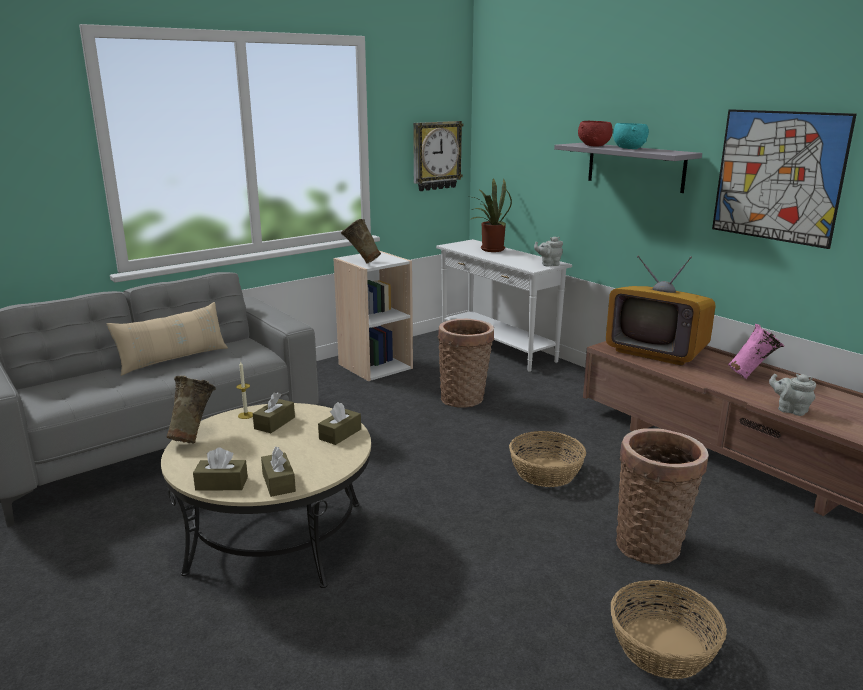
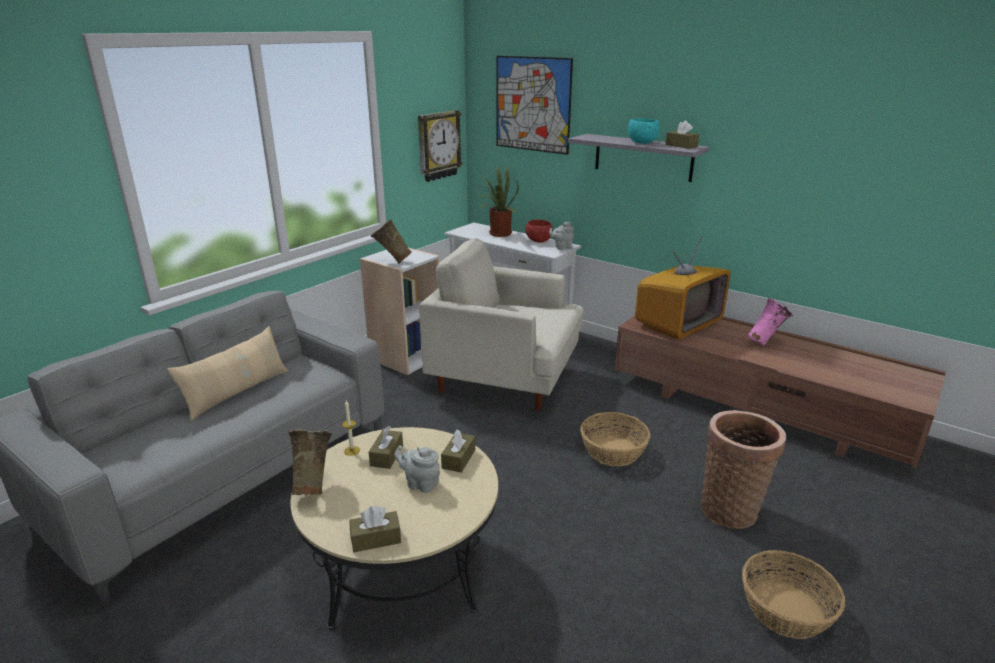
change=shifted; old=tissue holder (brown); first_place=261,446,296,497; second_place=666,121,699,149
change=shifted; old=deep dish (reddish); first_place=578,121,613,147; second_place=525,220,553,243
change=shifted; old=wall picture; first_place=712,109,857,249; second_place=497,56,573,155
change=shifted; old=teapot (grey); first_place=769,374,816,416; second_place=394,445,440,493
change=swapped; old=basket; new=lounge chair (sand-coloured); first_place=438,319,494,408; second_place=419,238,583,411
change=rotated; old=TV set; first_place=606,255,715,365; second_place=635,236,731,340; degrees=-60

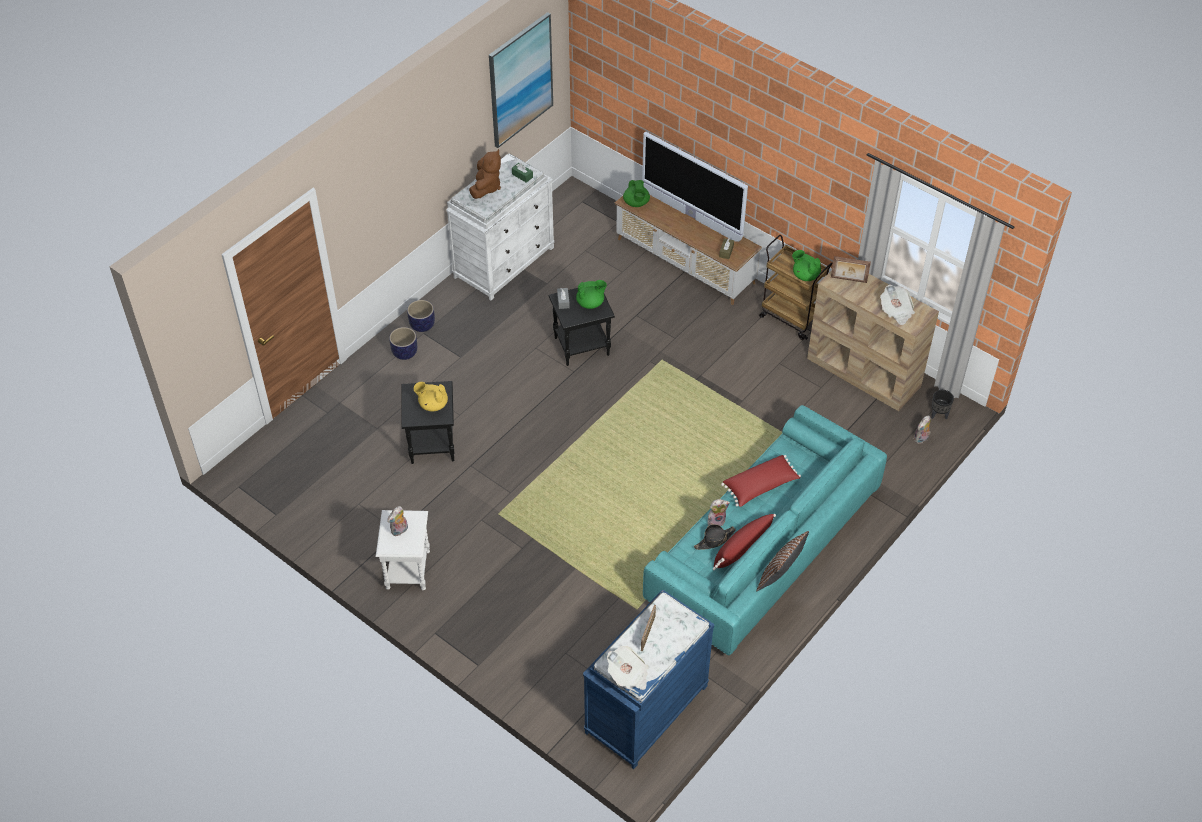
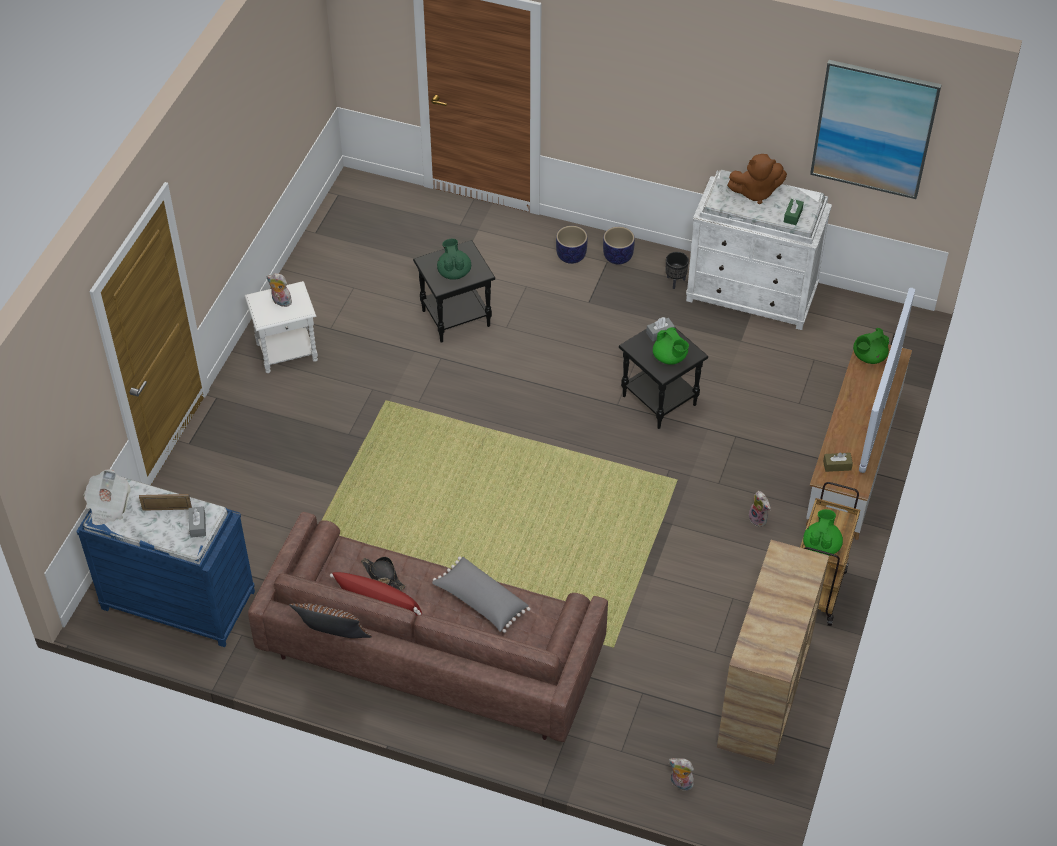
change=gone; old=photo frame; first_place=831,256,871,283
change=gone; old=newspaper; first_place=880,284,915,325
change=new; new=tissue holder (grey); second_place=189,506,206,538
change=shifted; old=plush toy; first_place=707,499,730,526; second_place=748,491,771,527
change=shifted; old=planter (black); first_place=931,390,954,419; second_place=666,252,689,289
change=repainted; old=teapot (yellowish); new=teapot (green-coloured); first_place=414,382,448,412; second_place=437,239,471,280
change=repainted; old=sofa (turquoise); new=sofa (brown); first_place=643,405,887,656; second_place=248,512,608,742
change=repainted; old=cushion (reddish); new=cushion (grey); first_place=721,455,801,507; second_place=432,557,531,633

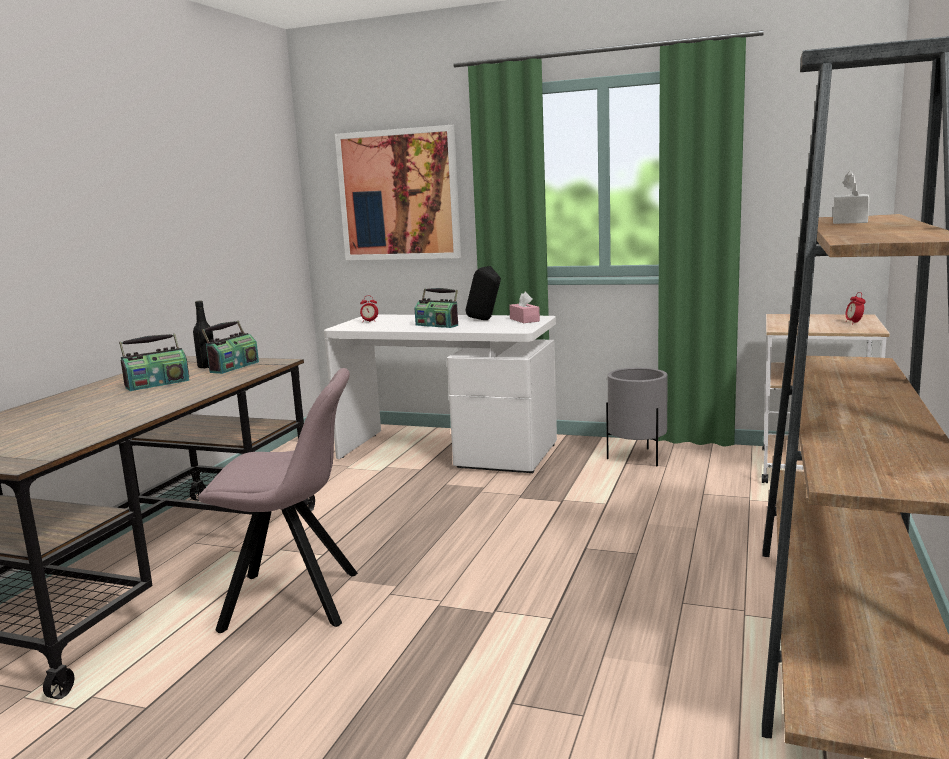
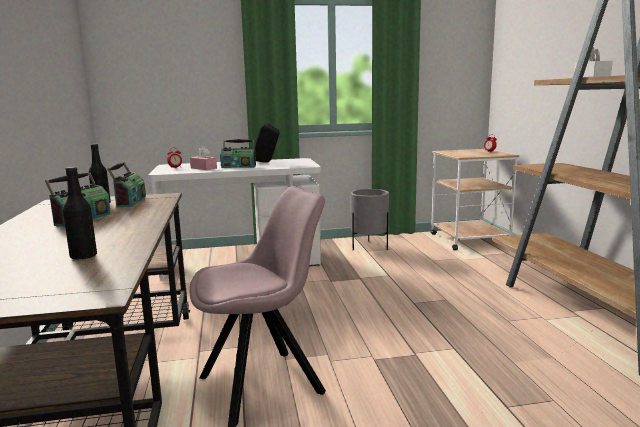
change=gone; old=wall picture; first_place=335,125,461,260
change=new; new=bottle (black); second_place=63,167,97,260
change=shifted; old=tissue holder (pink-coloured); first_place=509,292,540,323; second_place=190,147,217,170

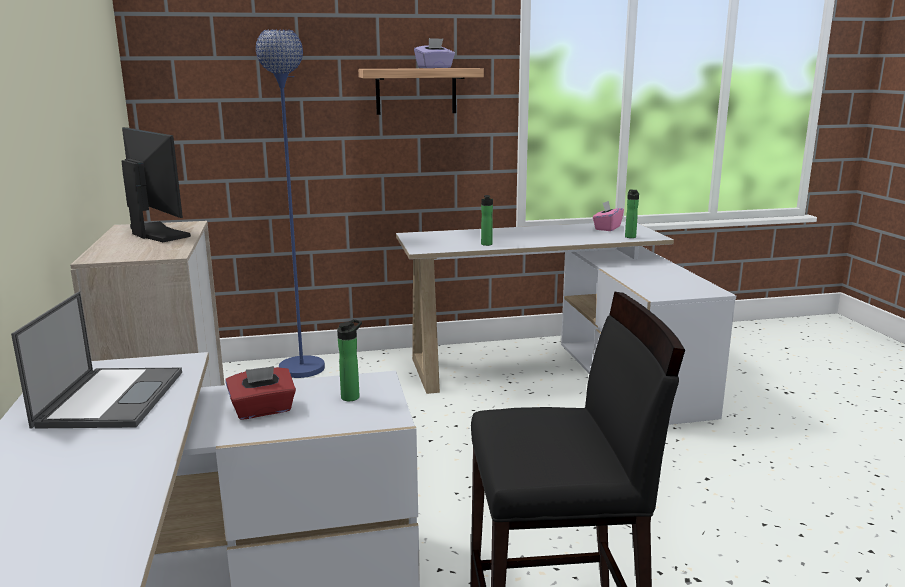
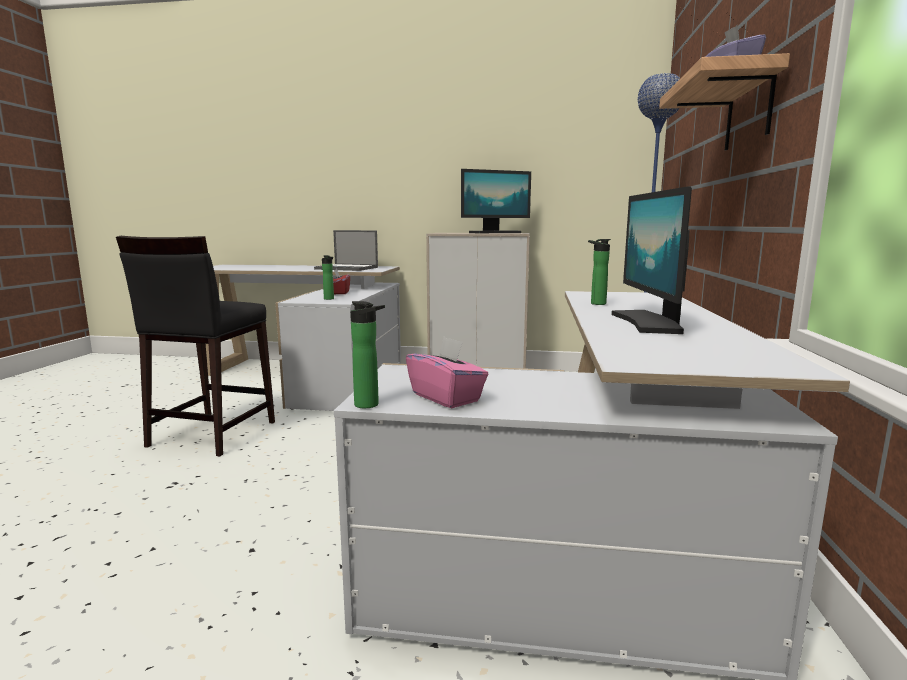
change=new; new=monitor; second_place=611,186,692,334
change=shifted; old=tissue holder (pink-coloured); first_place=593,200,624,231; second_place=406,337,488,408
change=shifted; old=bottle; first_place=625,190,639,238; second_place=350,301,385,408

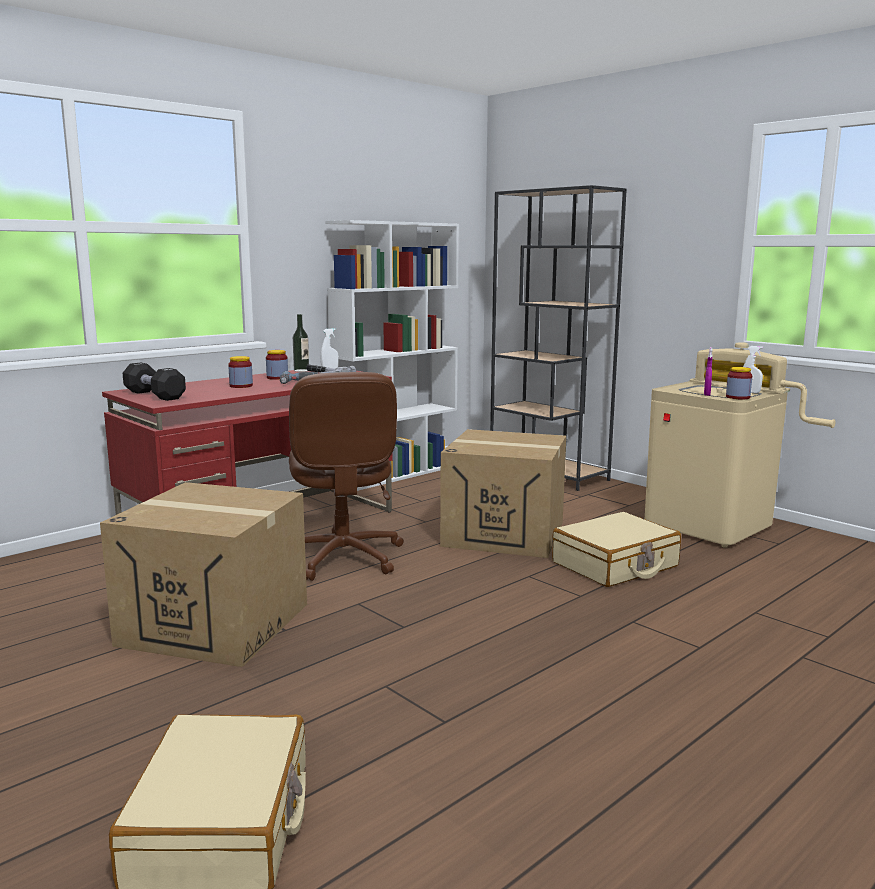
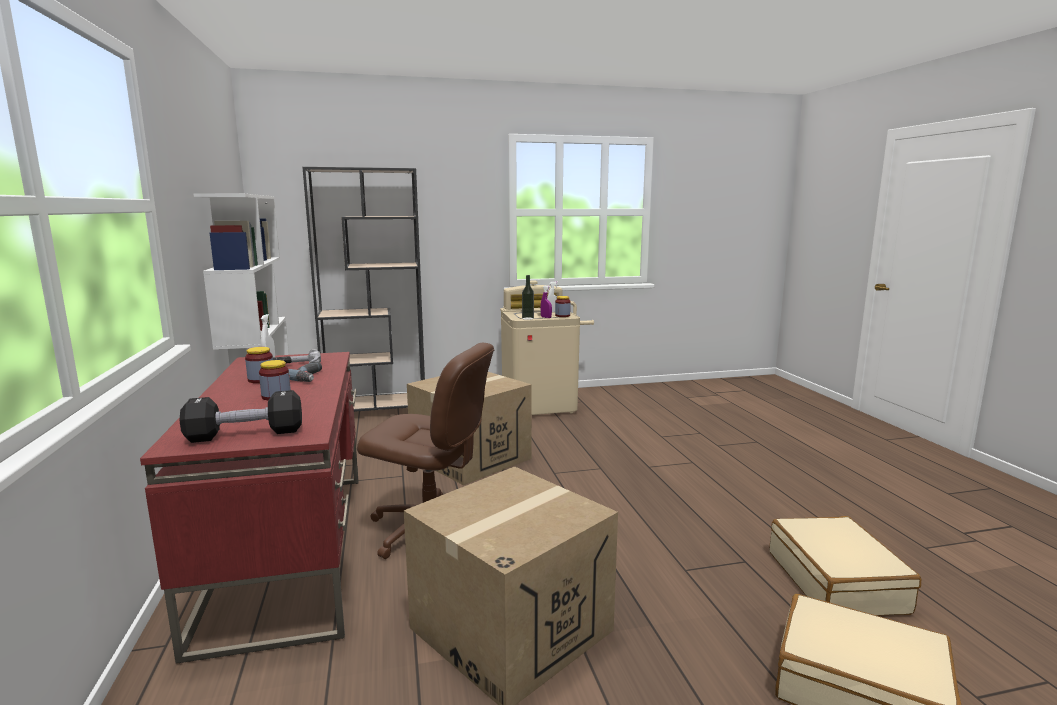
change=shifted; old=bottle; first_place=293,314,309,372; second_place=522,275,534,320
change=shifted; old=suitcase (sand-coloured); first_place=552,512,681,587; second_place=770,516,921,616

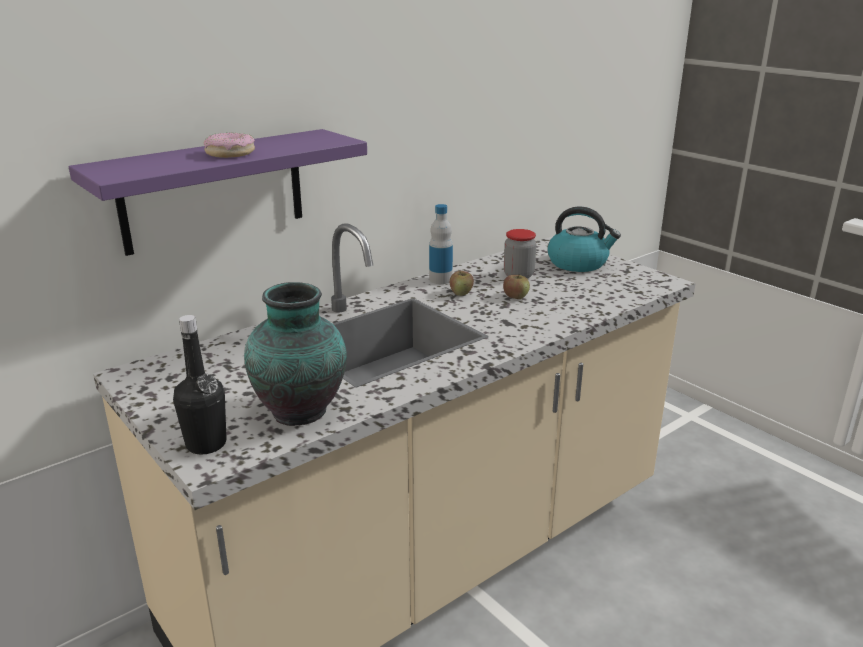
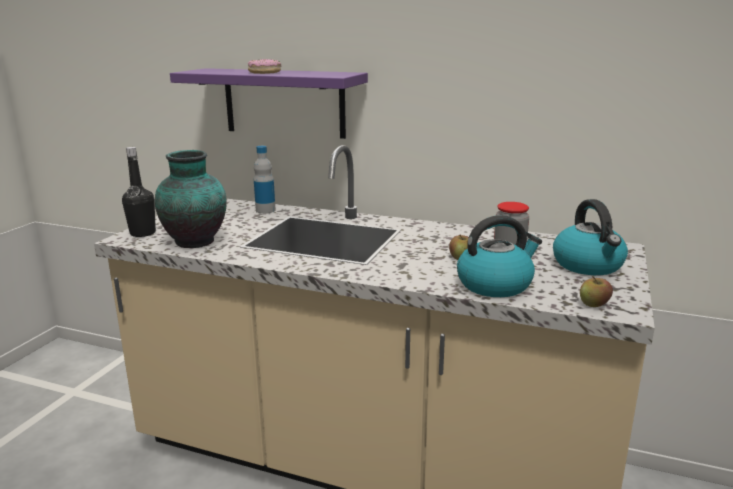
change=new; new=tea kettle; second_place=457,215,542,297
change=shifted; old=bottle; first_place=429,204,453,284; second_place=254,146,276,214
change=shifted; old=whole apple; first_place=450,271,474,296; second_place=580,276,613,307

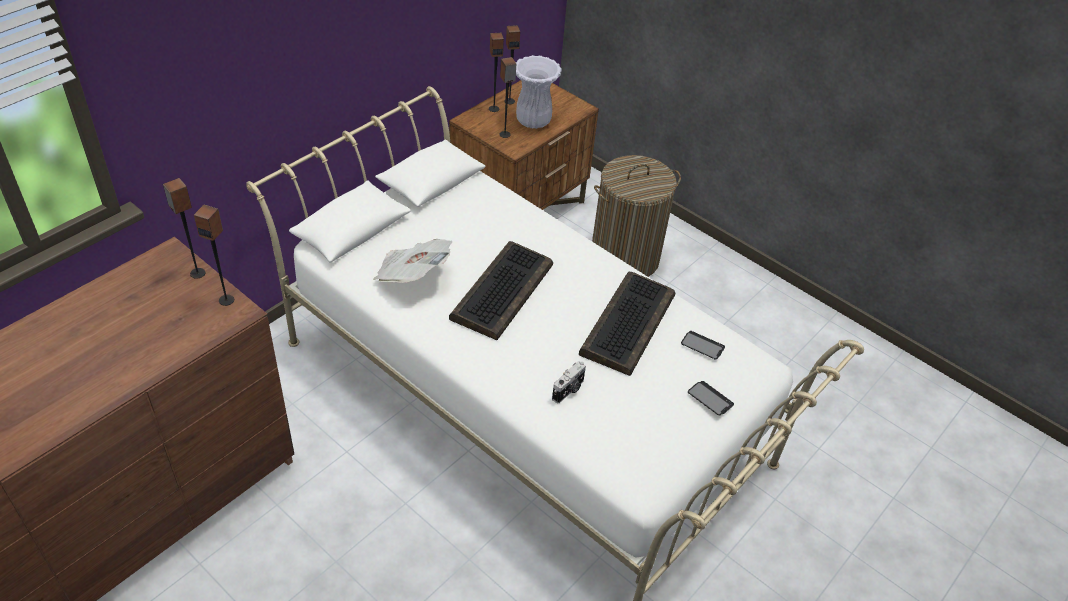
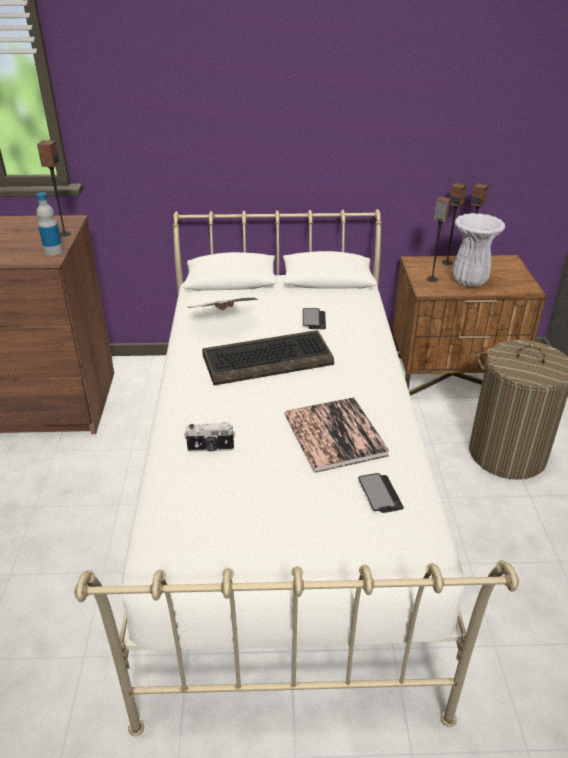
change=shifted; old=phone; first_place=688,381,734,416; second_place=303,308,326,329
change=swapped; old=loudspeaker; new=bottle; first_place=194,205,234,306; second_place=36,192,63,256
change=swapped; old=computer keyboard; new=volume; first_place=579,272,676,376; second_place=284,397,389,473

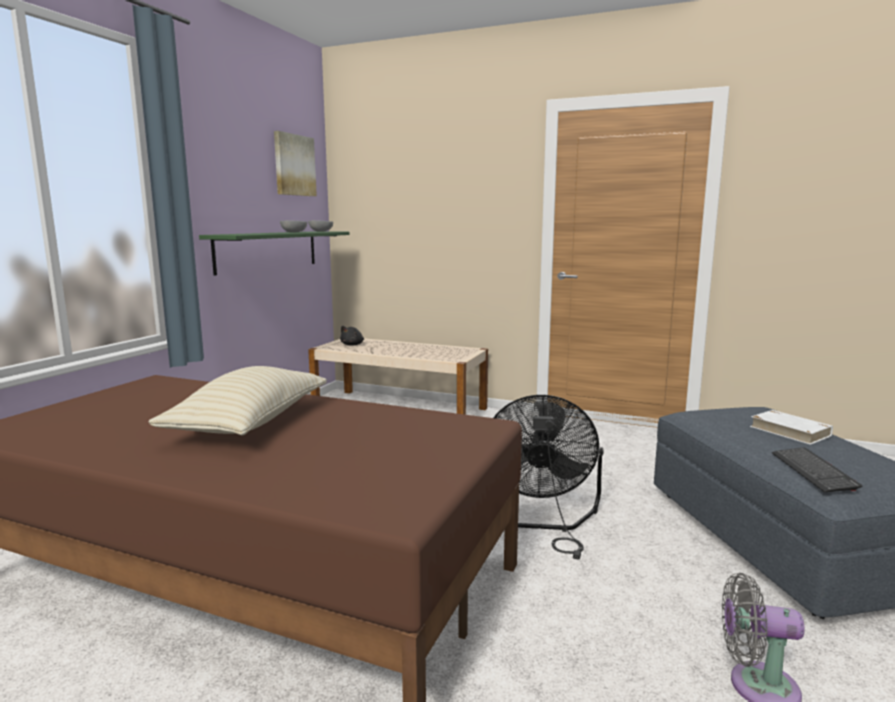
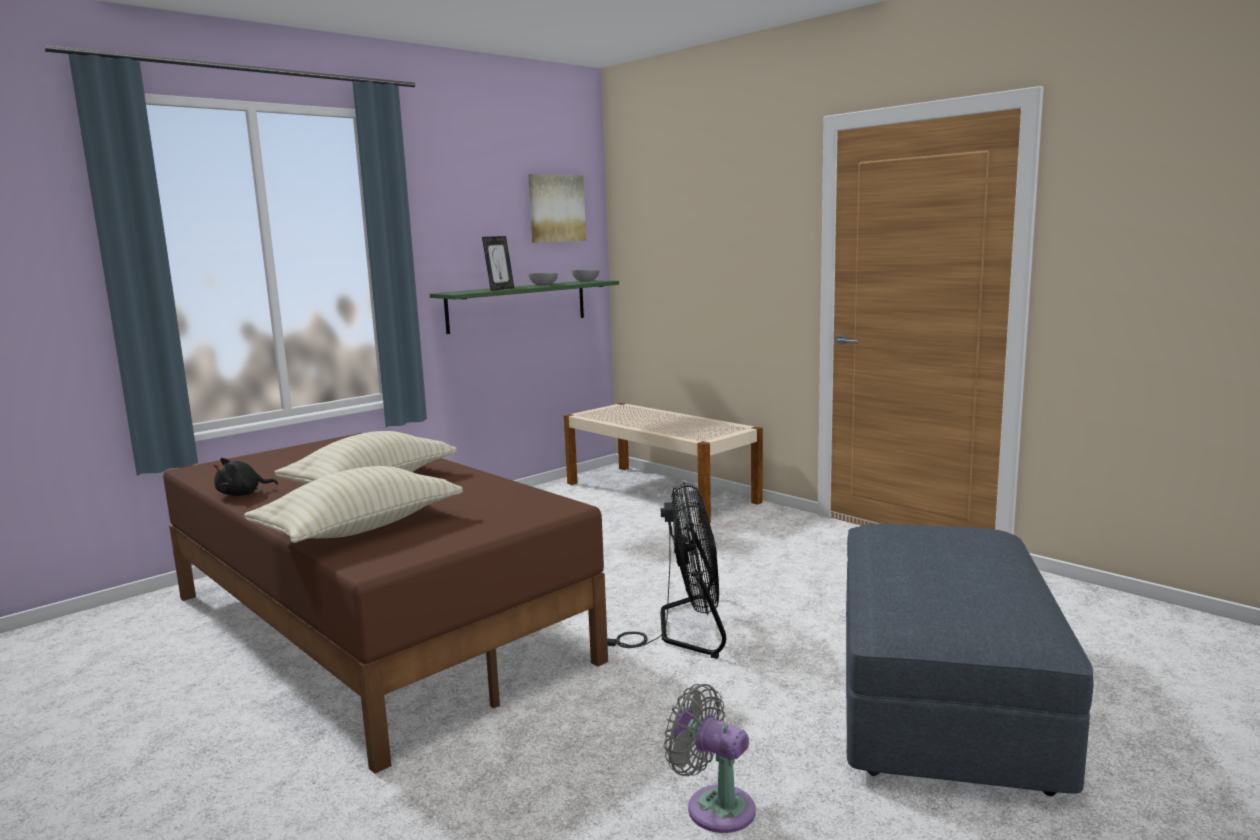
change=gone; old=volume (white); first_place=750,410,833,445
change=gone; old=computer keyboard; first_place=772,447,862,492
change=new; new=cushion (sand-coloured); second_place=244,466,463,543
change=new; new=photo frame; second_place=482,236,514,291
change=shifted; old=plush toy (black); first_place=340,326,364,346; second_place=214,458,278,496
change=rotated; old=cooling fan (black); first_place=493,395,604,560; second_place=607,482,726,659; degrees=60

